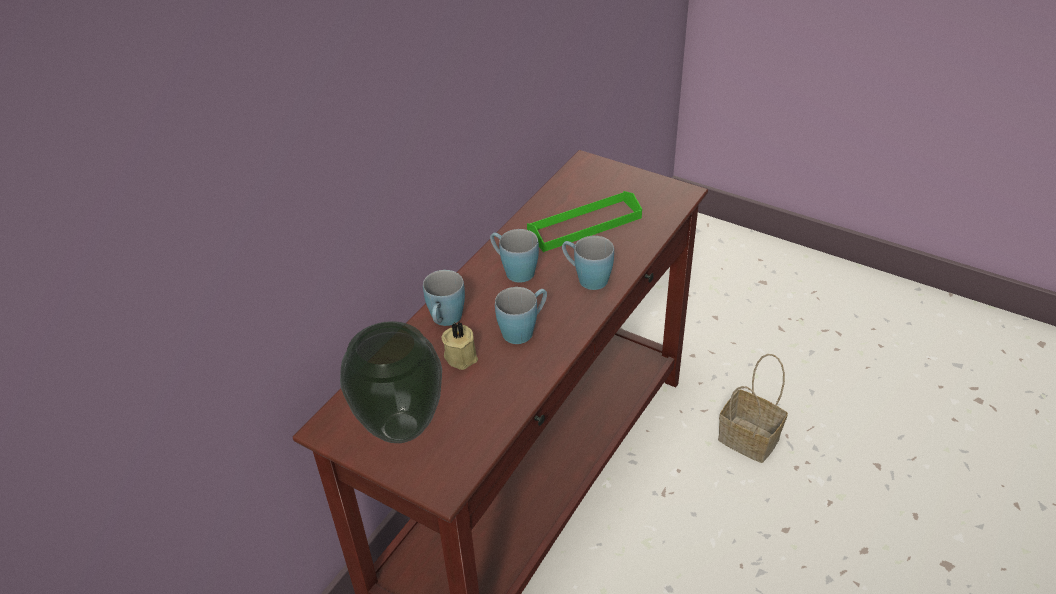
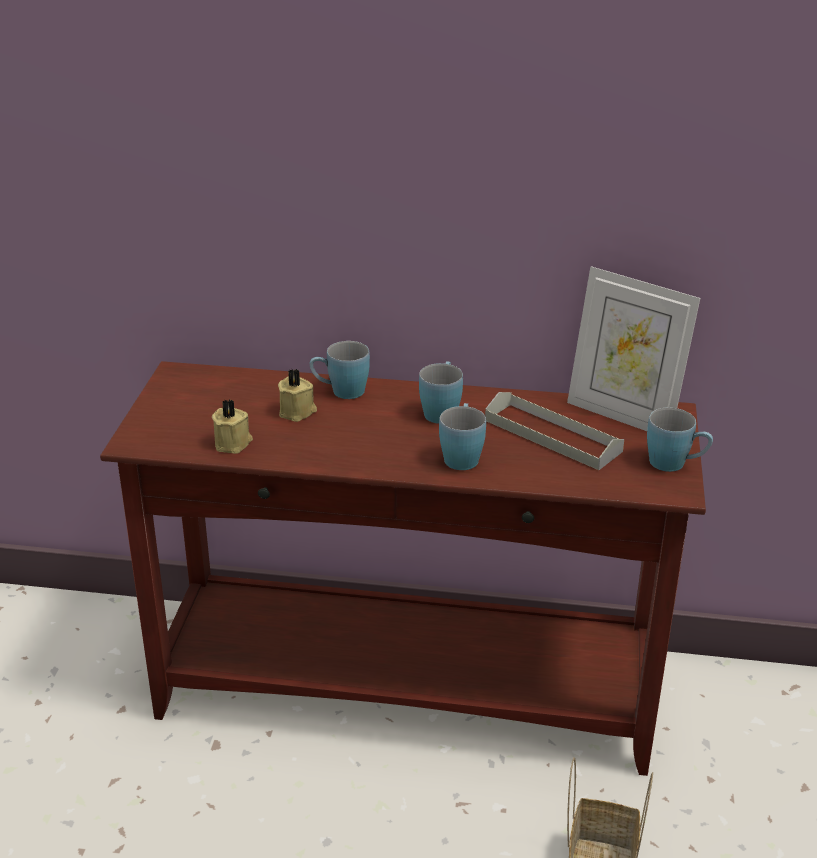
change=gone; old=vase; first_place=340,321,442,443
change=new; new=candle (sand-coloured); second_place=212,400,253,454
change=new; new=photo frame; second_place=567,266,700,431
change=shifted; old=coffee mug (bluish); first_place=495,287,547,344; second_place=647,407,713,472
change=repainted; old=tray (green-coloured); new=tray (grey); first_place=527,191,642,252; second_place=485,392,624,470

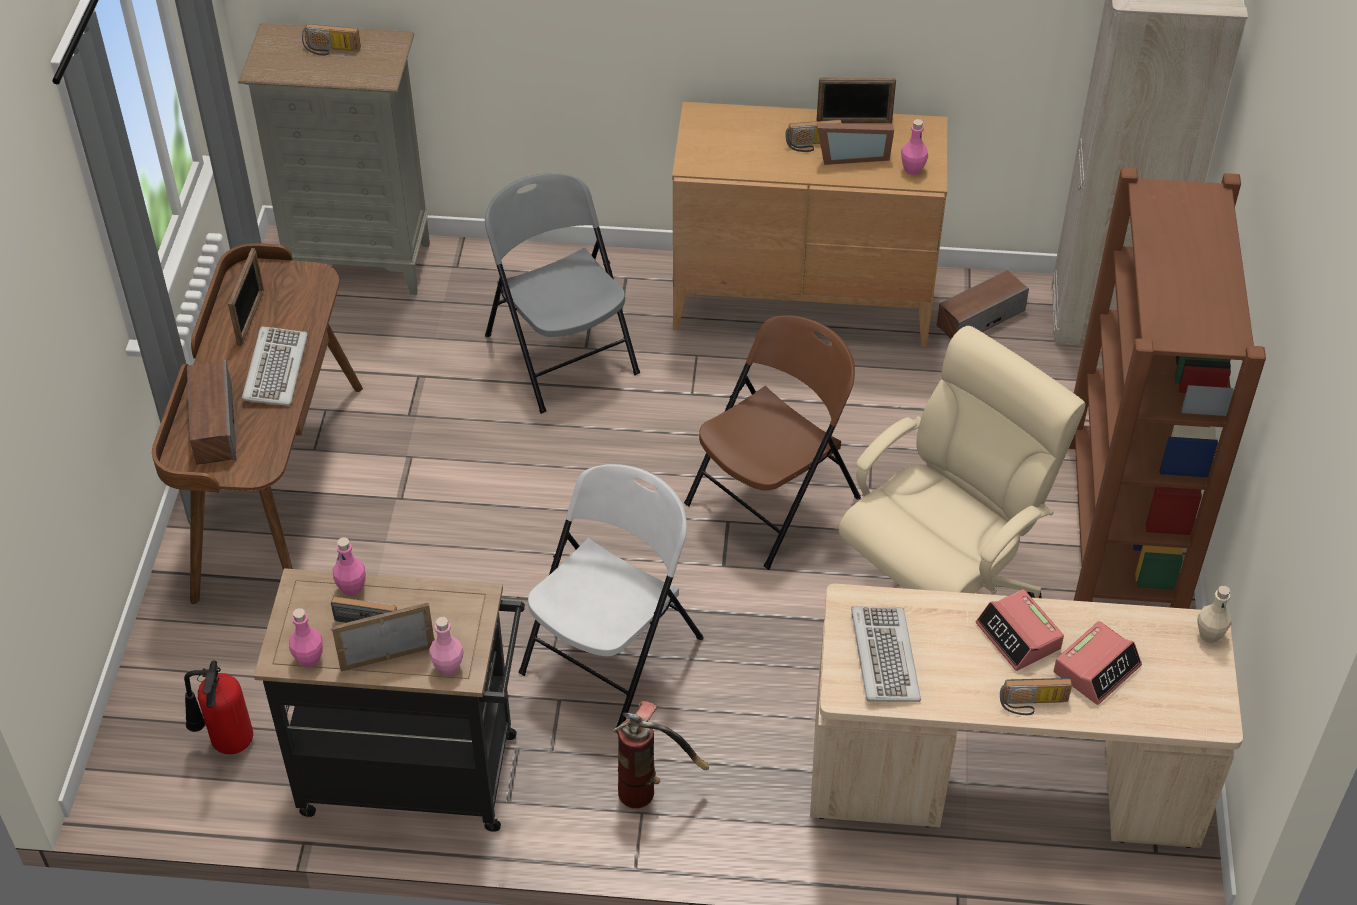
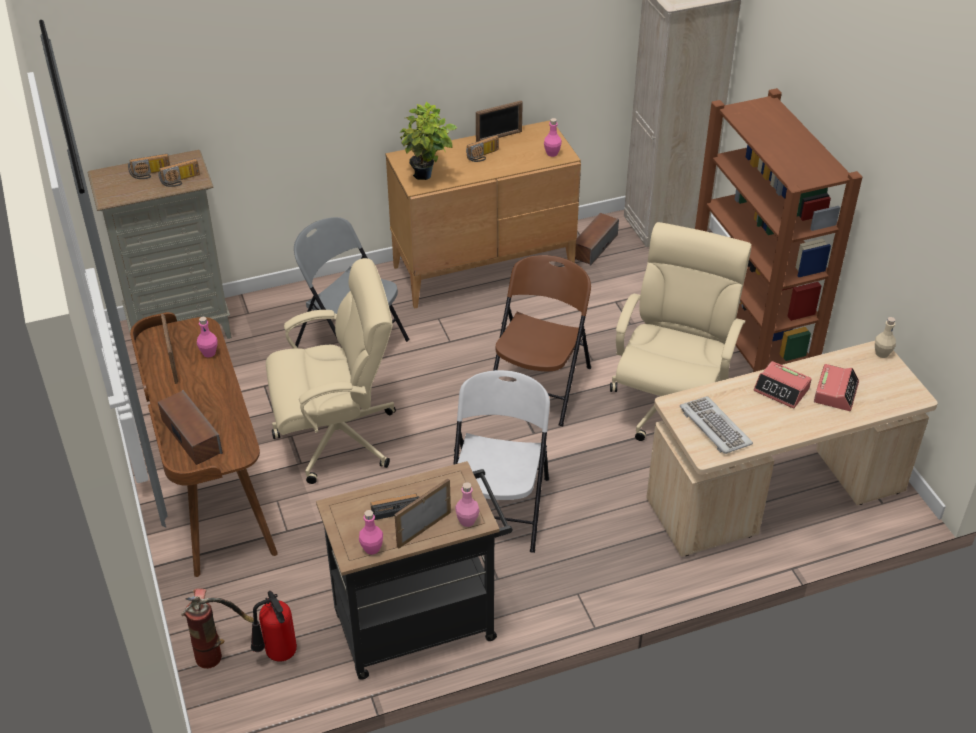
change=gone; old=computer keyboard; first_place=242,326,308,406
change=gone; old=photo frame; first_place=817,123,894,165
change=new; new=desk chair (sand-coloured); second_place=266,258,396,484
change=new; new=plant in a pot; second_place=400,102,457,180
change=shifted; old=bottle (pink-coloured); first_place=333,537,366,596; second_place=197,317,218,358
change=shifted; old=extinguisher; first_place=613,701,709,808; second_place=181,588,254,669
change=shifted; old=radio receiver; first_place=1000,678,1072,715; second_place=158,159,200,187

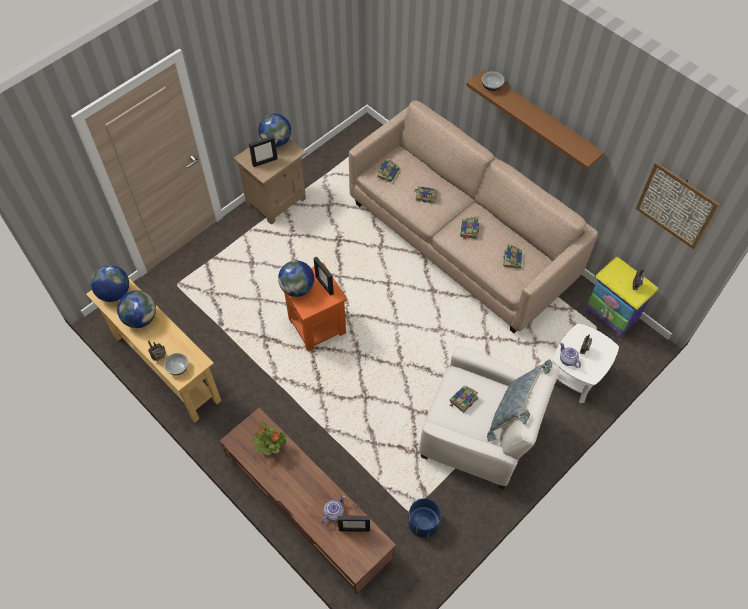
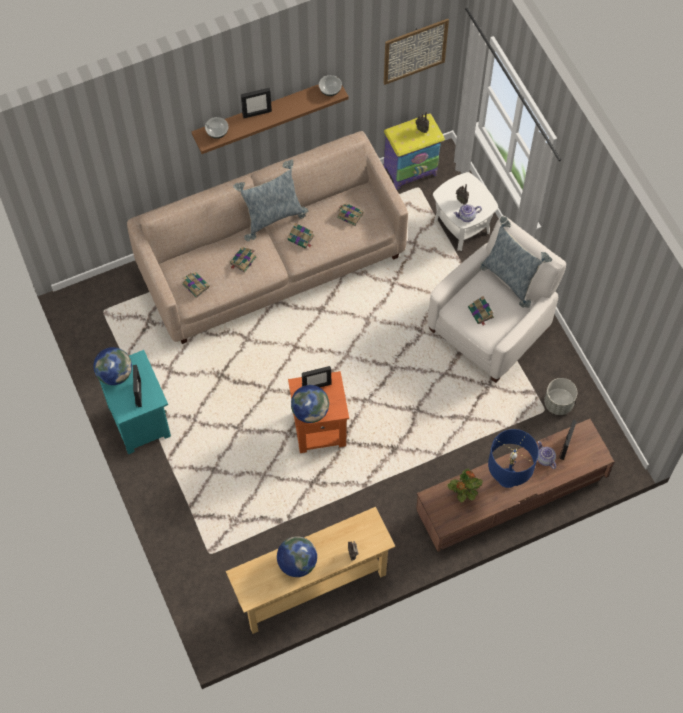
change=gone; old=globe; first_place=91,265,129,302
change=new; new=cushion; second_place=233,159,309,241
change=new; new=photo frame; second_place=241,88,272,118
change=new; new=tabletop lamp (bluish); second_place=488,429,539,488
change=shifted; old=deep dish; first_place=164,353,188,375; second_place=319,75,342,96
change=repainted; old=nightstand (sand-coloured); new=nightstand (turquoise); first_place=234,138,306,225; second_place=99,350,171,454
change=repainted; old=planter (bluish); new=planter (grey); first_place=408,498,441,538; second_place=544,378,577,415

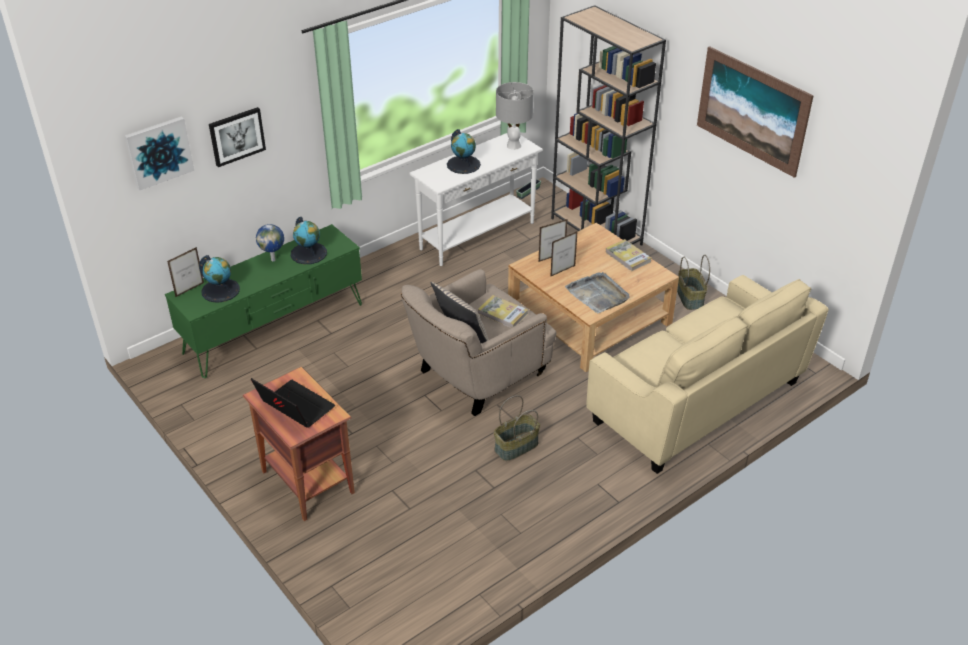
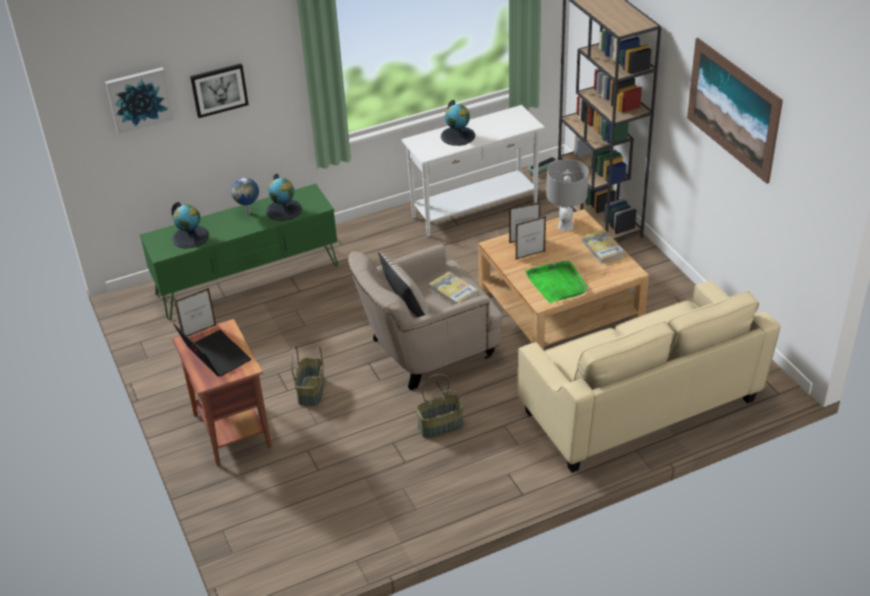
change=shifted; old=photo frame; first_place=167,247,204,297; second_place=175,288,216,336
change=shifted; old=tabletop lamp (grey); first_place=496,82,534,150; second_place=546,159,589,231
change=shifted; old=basket; first_place=677,255,710,310; second_place=291,346,325,406
change=repainted; old=tray (grey); new=tray (green-coloured); first_place=565,272,630,313; second_place=525,261,588,303

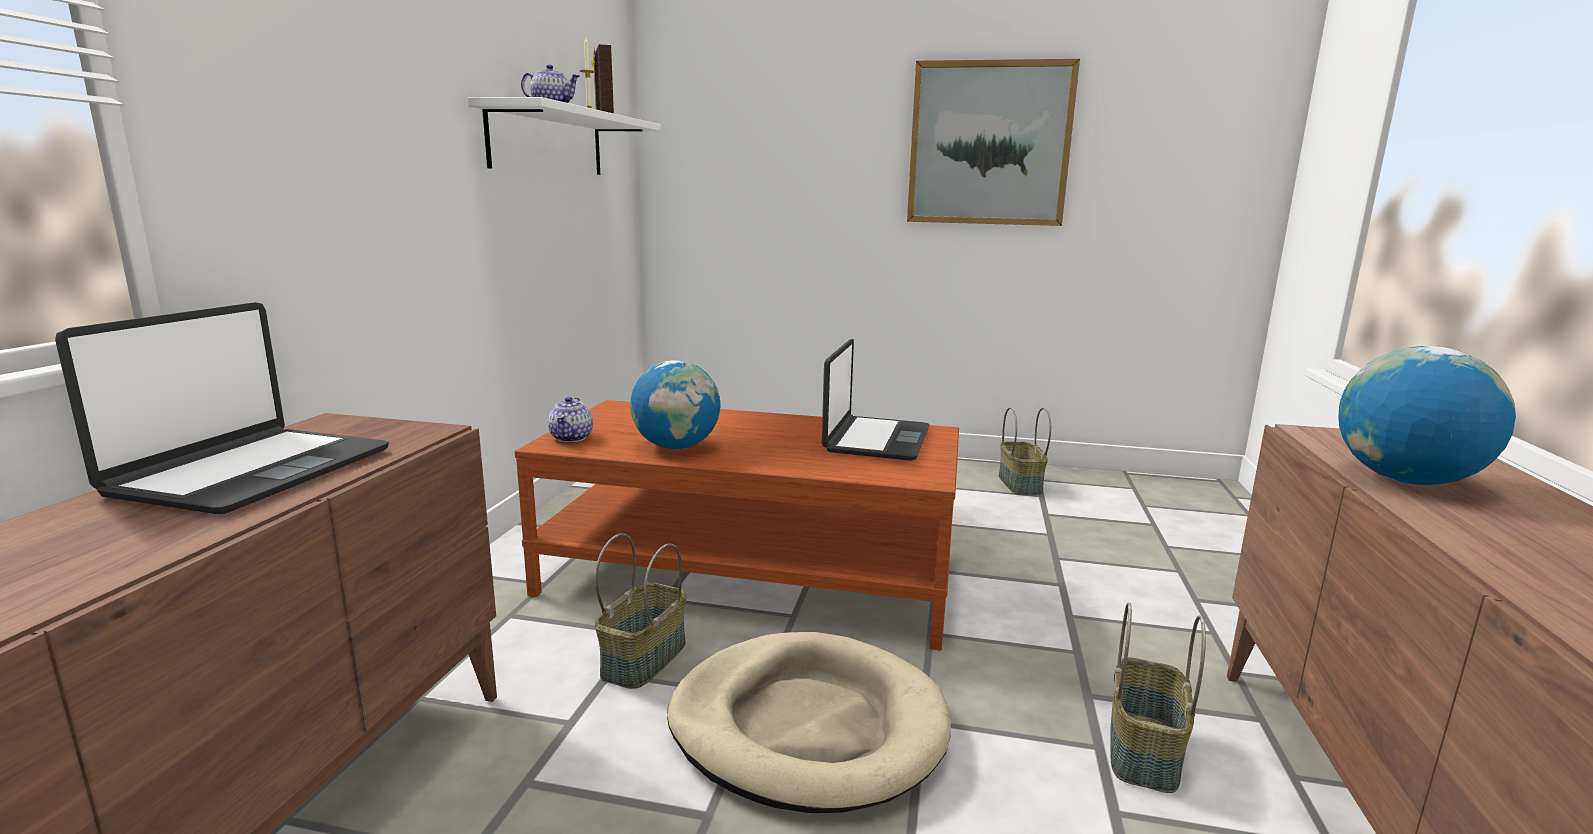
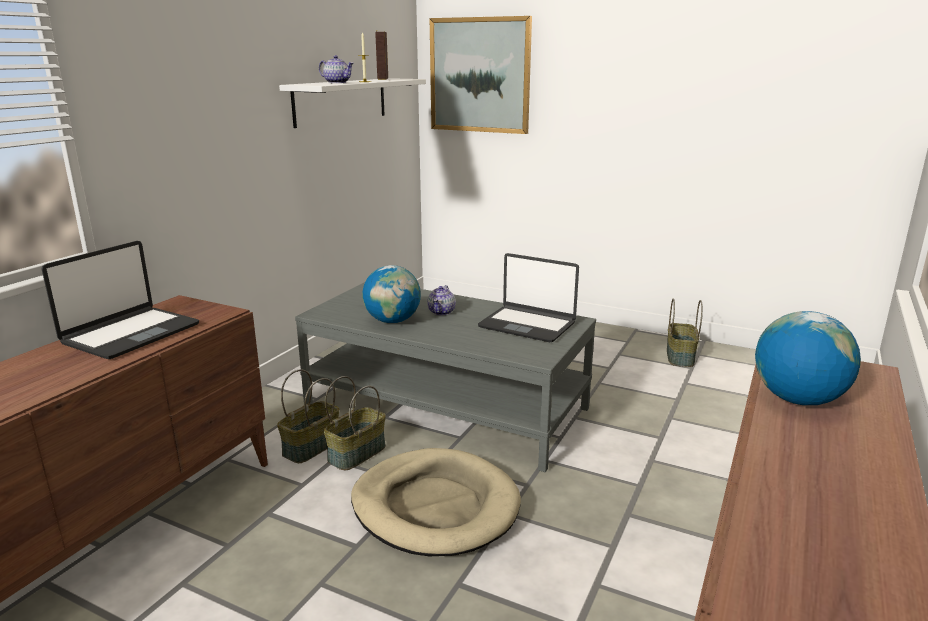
change=shifted; old=teapot; first_place=548,397,593,442; second_place=427,285,456,315
change=shifted; old=wall picture; first_place=907,59,1080,226; second_place=430,16,532,134
change=shifted; old=basket; first_place=1110,602,1206,793; second_place=277,369,339,463
change=repainted; old=low table (brown); new=low table (grey); first_place=515,400,959,651; second_place=295,282,596,472
change=rotated; old=notebook computer; first_place=821,339,930,461; second_place=478,253,579,342; degrees=90

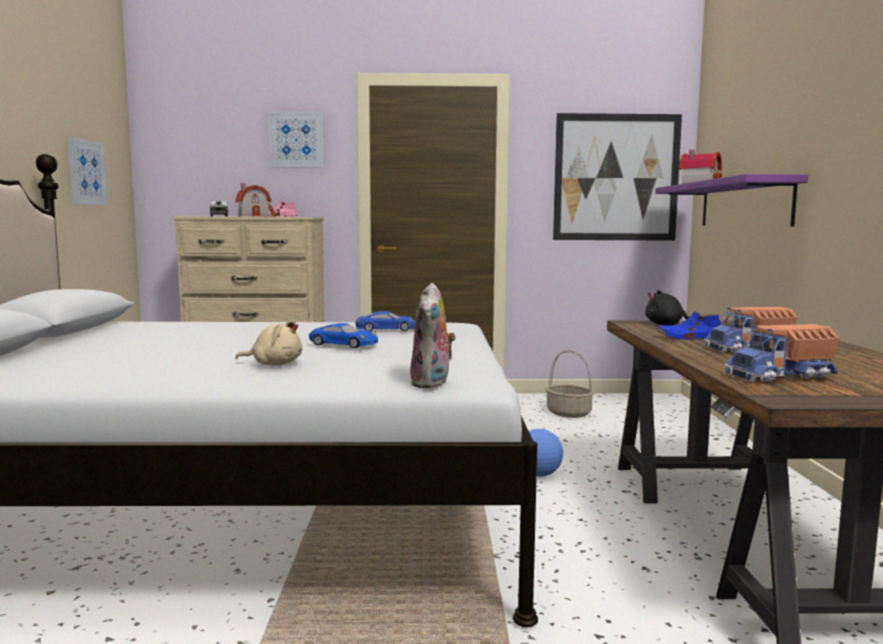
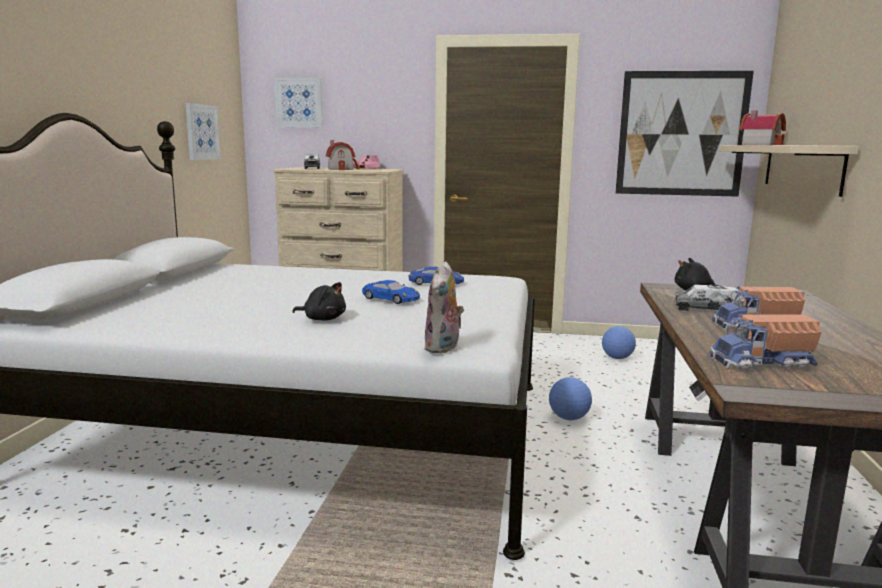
change=shifted; old=wall picture; first_place=268,111,325,168; second_place=274,77,323,128
change=swapped; old=basket; new=ball for football; first_place=545,350,594,418; second_place=602,326,636,359
change=swapped; old=shoe (bluish); new=model truck; first_place=656,311,721,340; second_place=674,285,740,311
change=repainted; old=plush toy (sand-coloured); new=plush toy (black); first_place=235,320,302,366; second_place=293,282,346,321
change=repainted; old=shelf (purple-coloured); new=shelf (sand-coloured); first_place=655,174,808,226; second_place=719,145,859,197

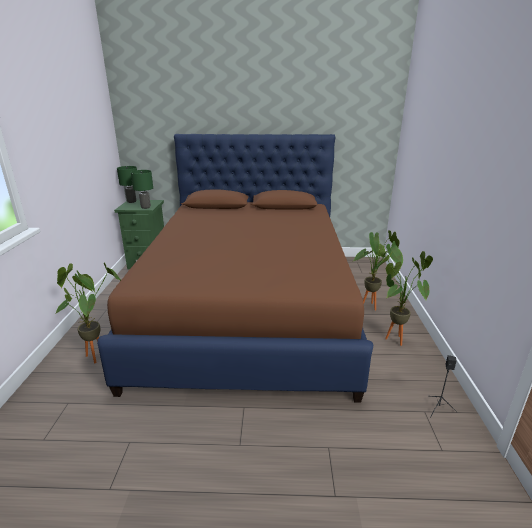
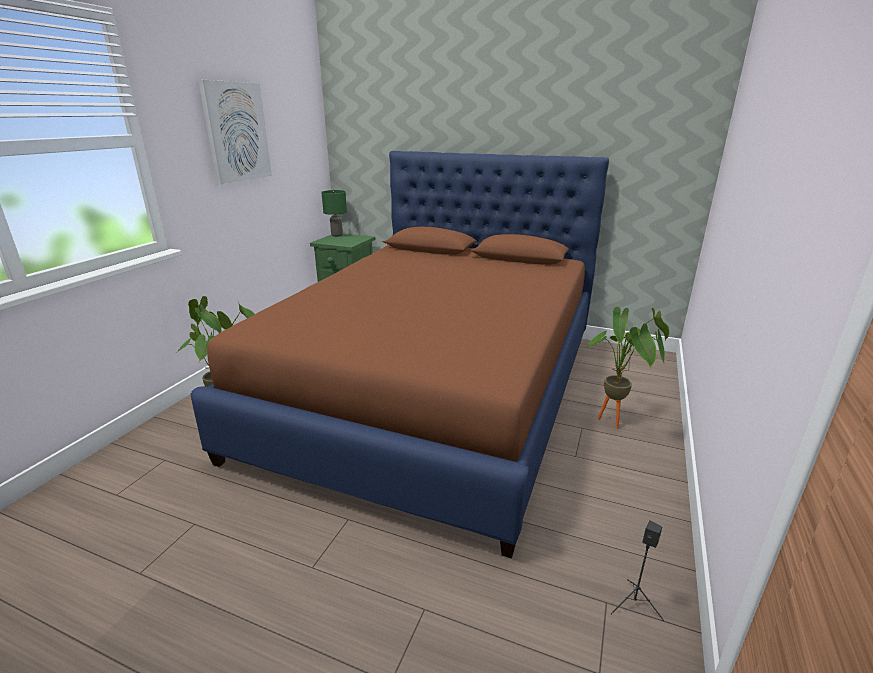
change=gone; old=tabletop lamp (green-coloured); first_place=131,170,153,209
change=gone; old=plant in a pot; first_place=372,251,433,346
change=new; new=wall picture; second_place=198,80,272,184

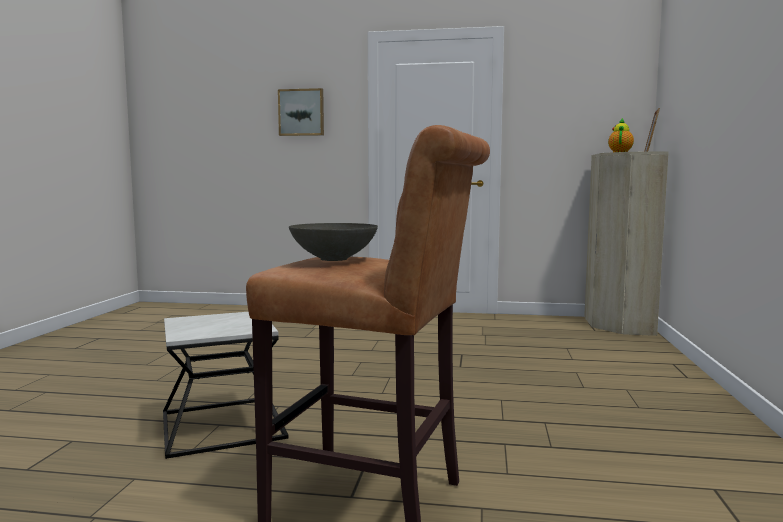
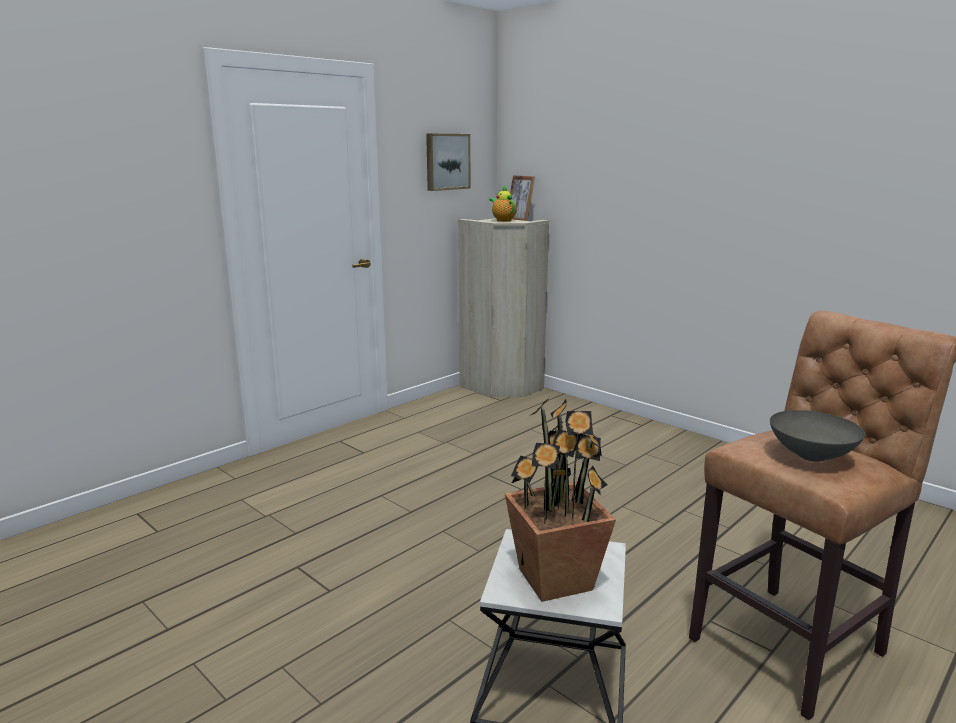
change=new; new=plant in a pot; second_place=505,398,616,602
change=shifted; old=wall picture; first_place=278,88,324,136; second_place=426,134,470,191

